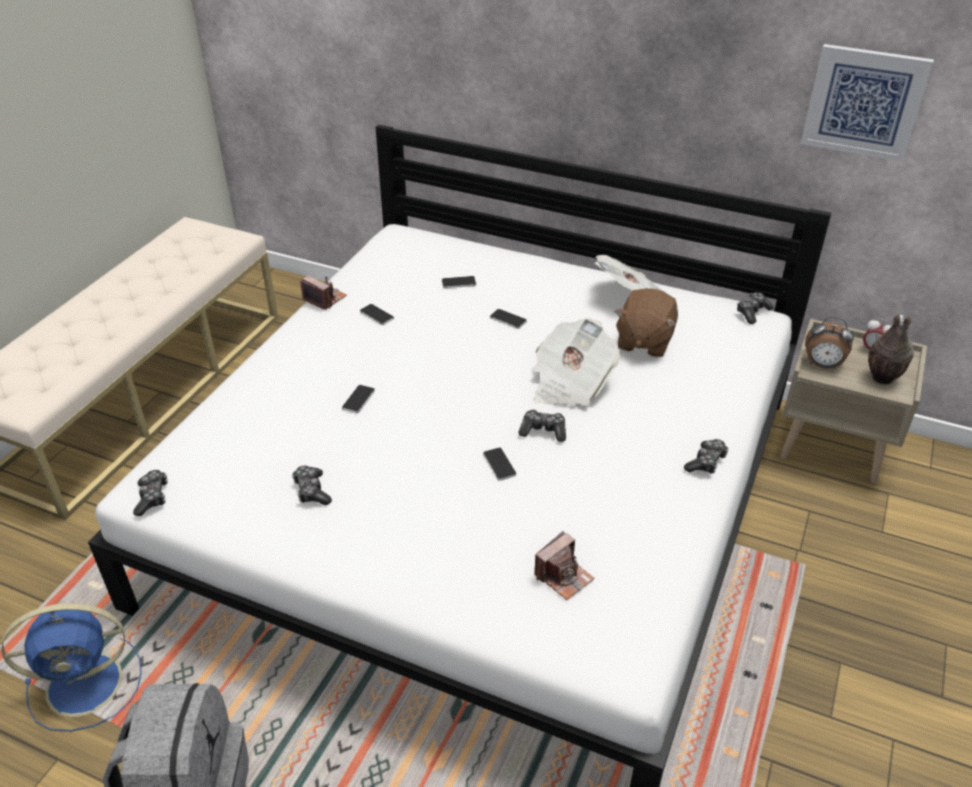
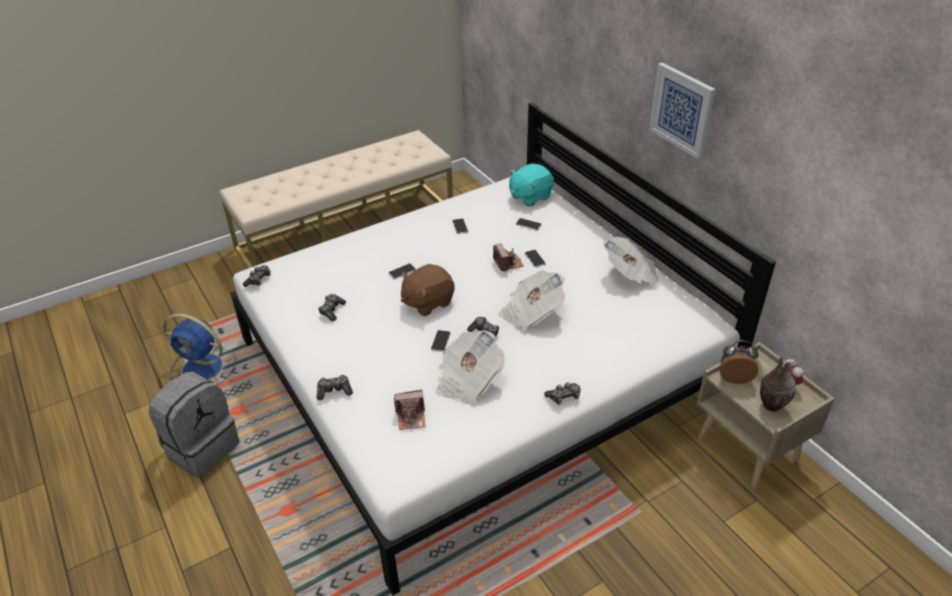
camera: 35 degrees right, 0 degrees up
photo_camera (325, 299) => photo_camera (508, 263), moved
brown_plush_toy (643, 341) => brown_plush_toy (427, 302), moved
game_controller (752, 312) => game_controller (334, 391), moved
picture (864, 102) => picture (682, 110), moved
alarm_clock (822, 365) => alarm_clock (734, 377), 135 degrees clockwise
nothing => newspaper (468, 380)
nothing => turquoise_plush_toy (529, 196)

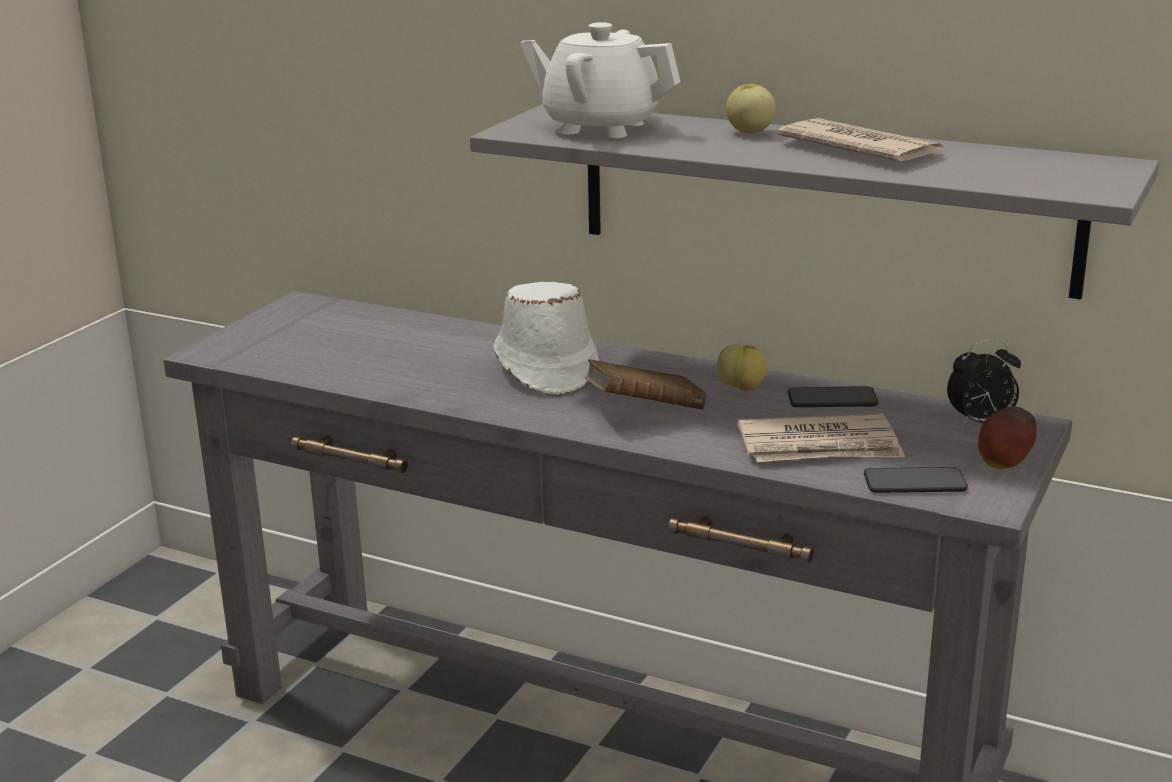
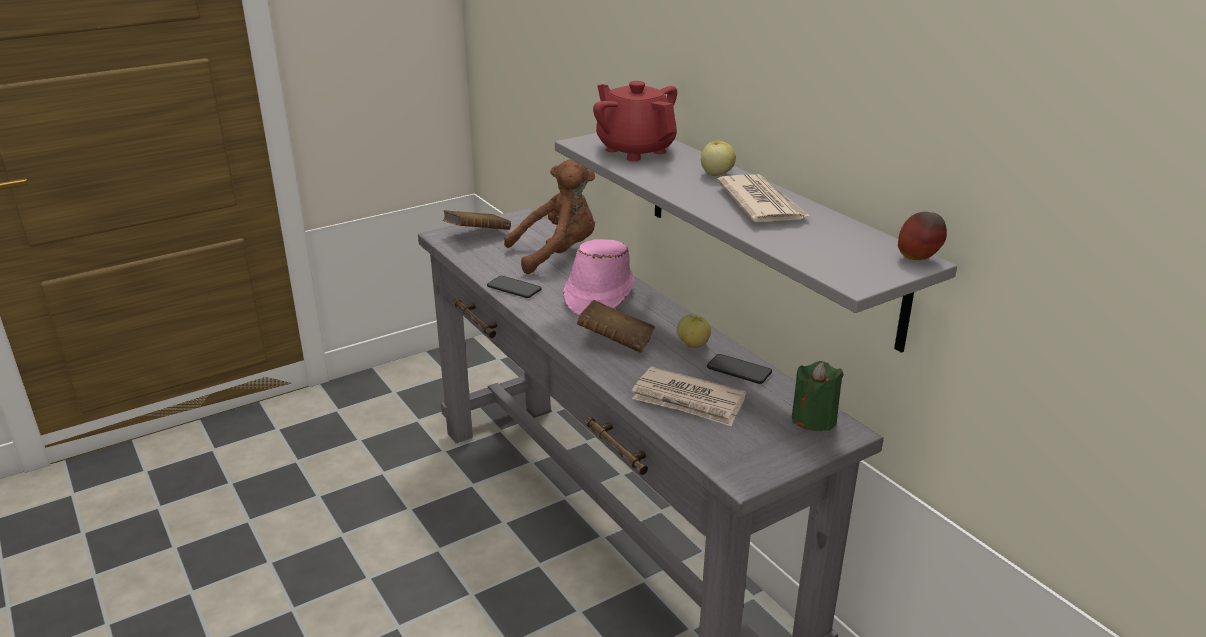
camera: 30 degrees right, 5 degrees up
white_hat (545, 367) => pink_hat (598, 295)
white_teapot (600, 127) => red_teapot (635, 150)
phone (914, 482) => phone (514, 288), moved
alarm_clock (981, 423) => green_candle (814, 419)
apple (1004, 466) => apple (918, 259), moved
nothing => brown_book (477, 235)
nothing => brown_plush_toy (557, 254)

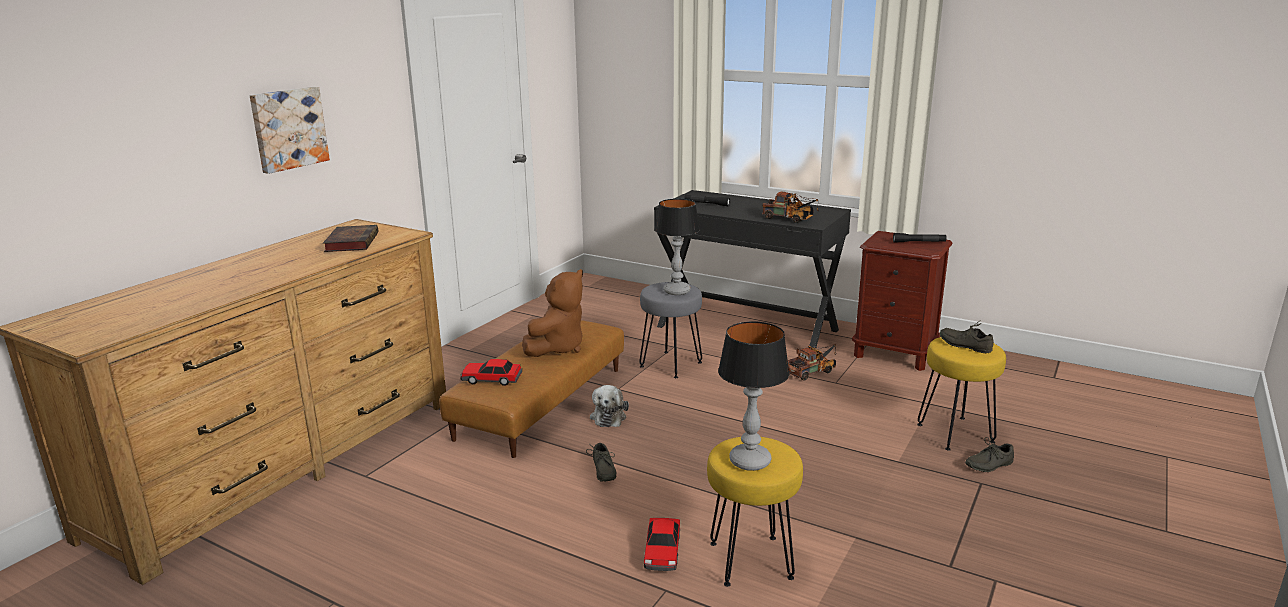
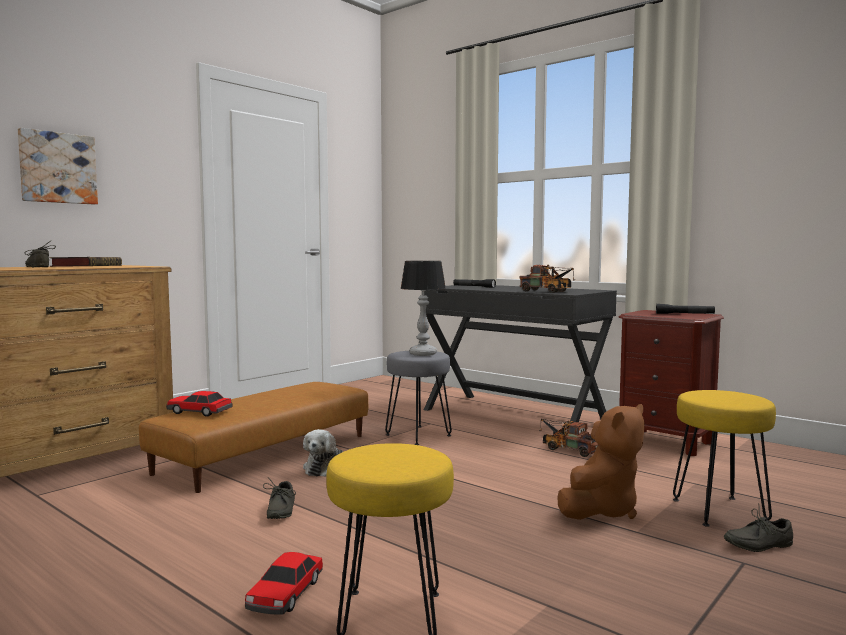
camera: 10 degrees right, 15 degrees down
brown_plush_toy (557, 348) => brown_plush_toy (601, 510), moved
table_lamp (751, 461) => nothing
toy_truck (813, 371) => toy_truck (567, 449), 120 degrees counterclockwise
grey_shoe (965, 345) => grey_shoe (40, 266), moved

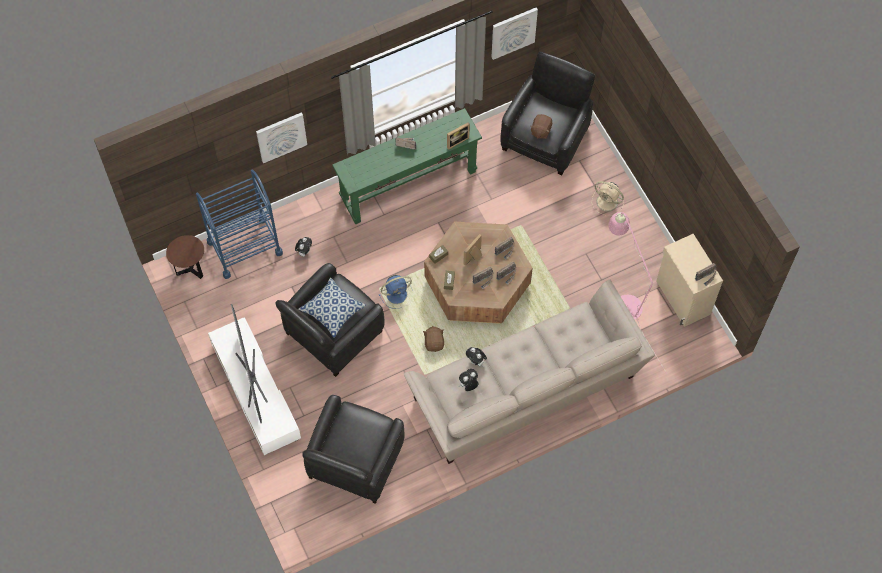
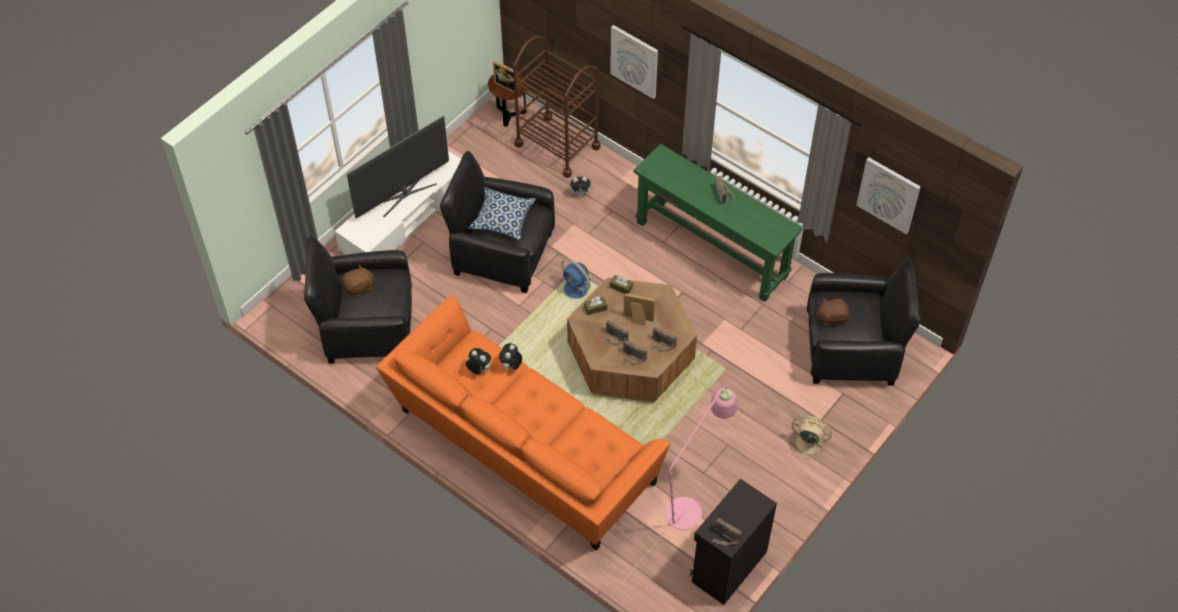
camera: 65 degrees right, 10 degrees down
blue_cart (244, 247) => brown_cart (557, 146)
beige_sofa (525, 392) => orange_sofa (522, 450)
brown_plush_toy (434, 342) => brown_plush_toy (359, 287), moved
picture_frame (456, 140) => picture_frame (508, 86), moved
beige_fan (608, 202) => beige_fan (807, 442), 105 degrees clockwise
beige_cabinet (682, 298) => black_cabinet (727, 566)

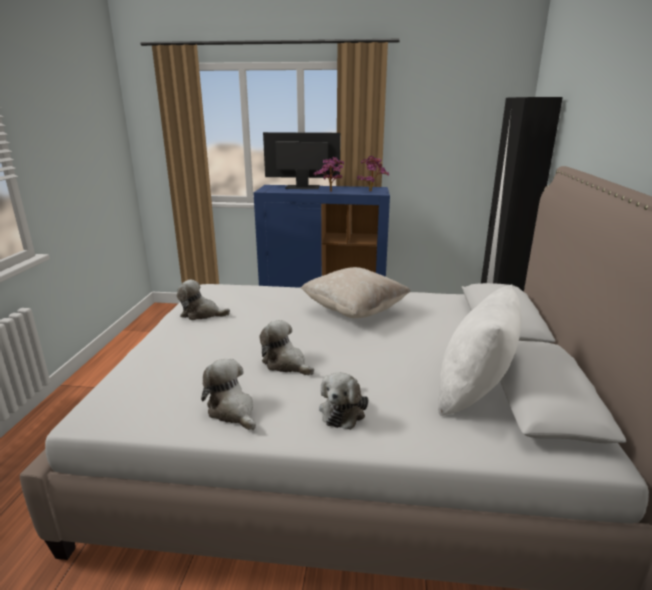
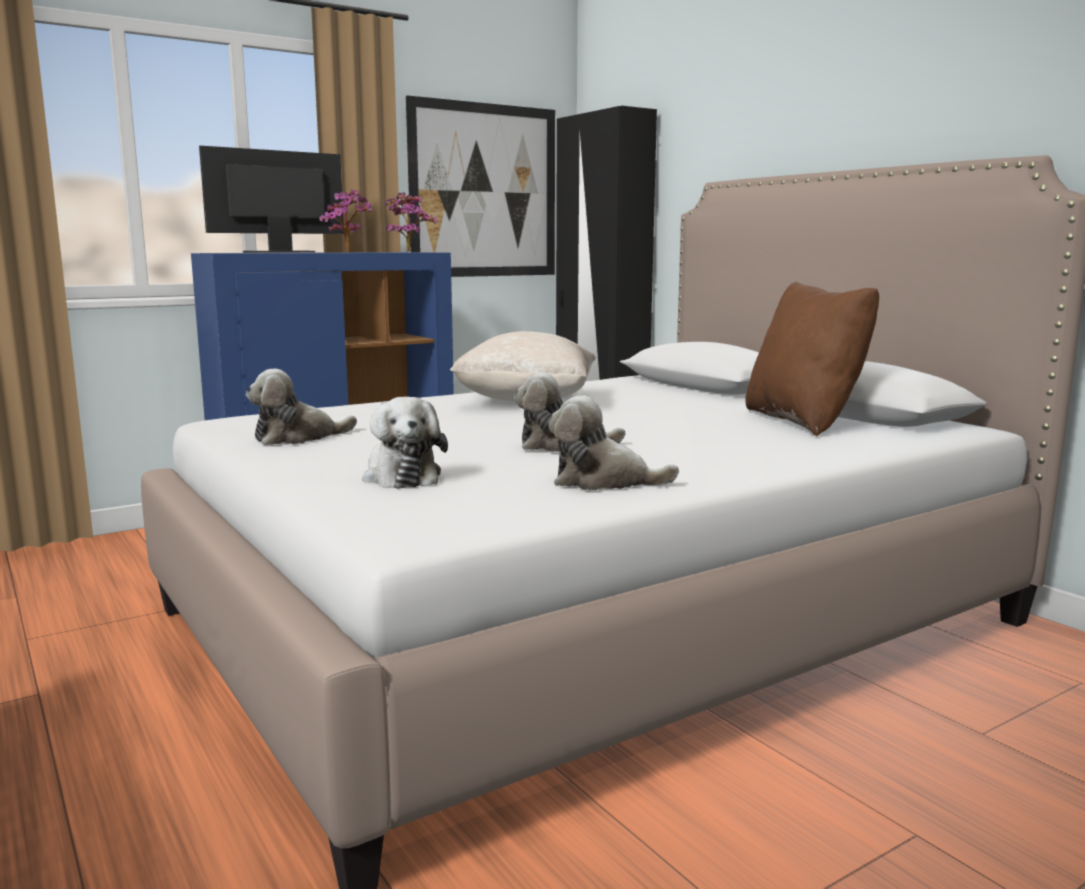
camera: 40 degrees left, 10 degrees down
plush_toy (343, 410) => plush_toy (401, 476), moved
white_pillow (473, 393) => brown_pillow (804, 421)
nothing => picture (484, 191)

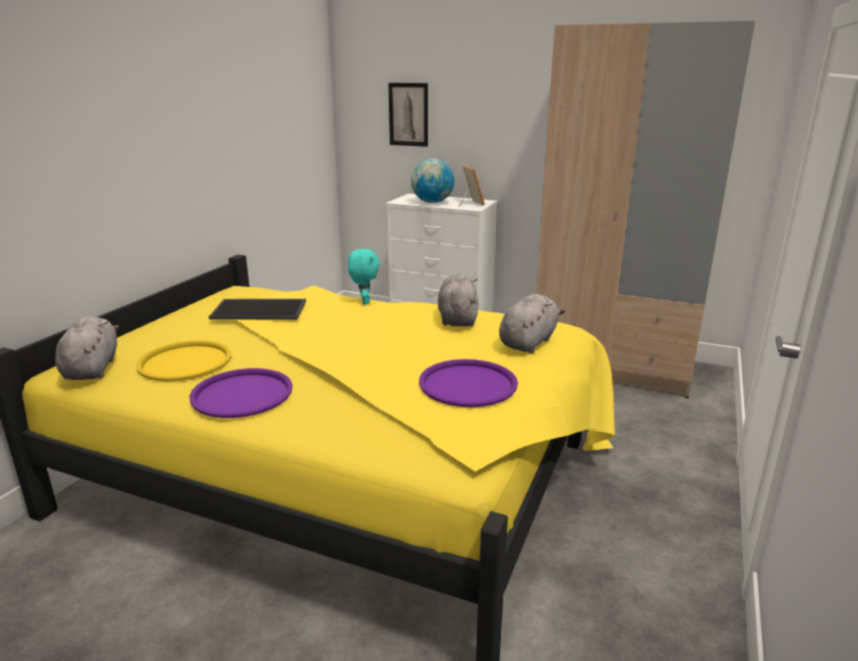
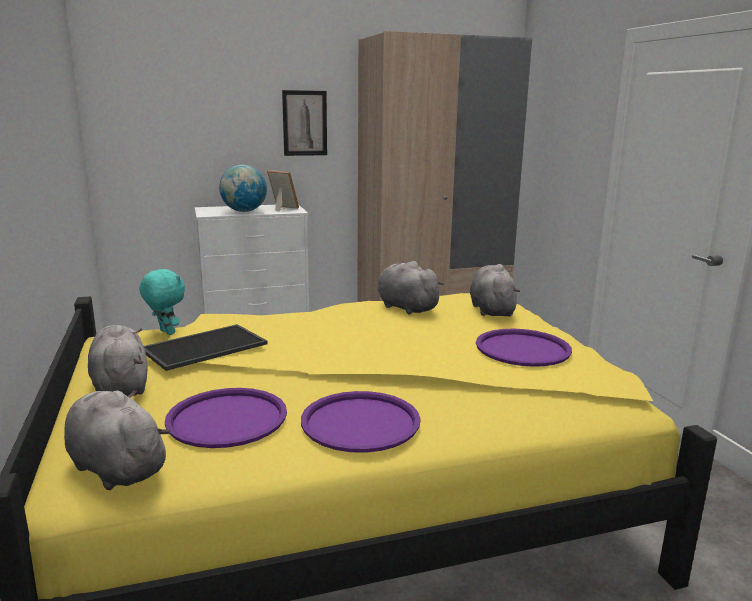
camera: 40 degrees left, 5 degrees down
yellow_tray (185, 362) => purple_tray (227, 418)
turquoise_plush_toy (364, 302) => turquoise_plush_toy (166, 332), moved
picture (408, 114) => picture (305, 123), moved
nothing => grey_plush_toy (120, 386)

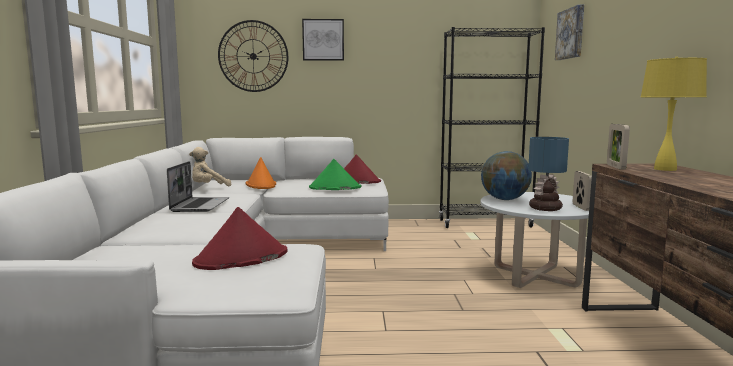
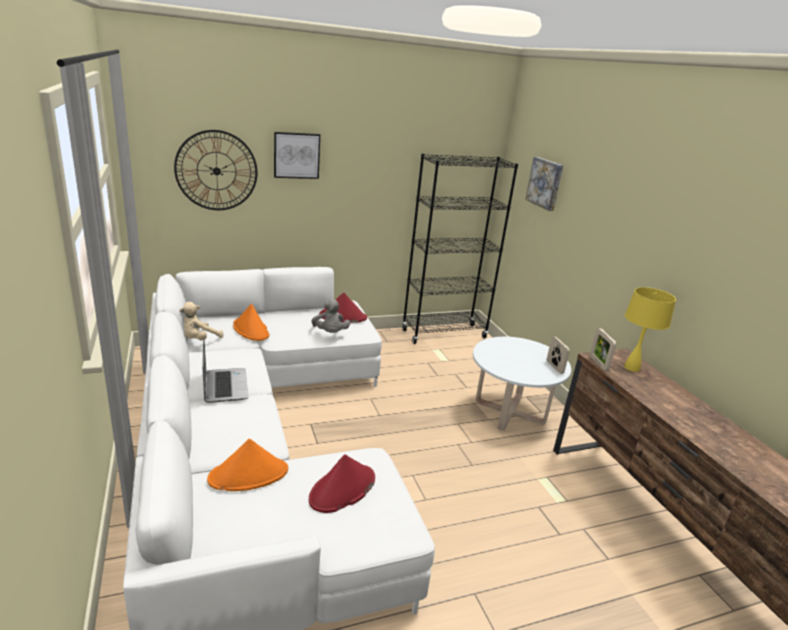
camera: 20 degrees left, 15 degrees up
green_hat (334, 188) => grey_plush_toy (330, 333)
globe (505, 199) => nothing
table_lamp (545, 208) => nothing
nothing => orange_hat (249, 475)

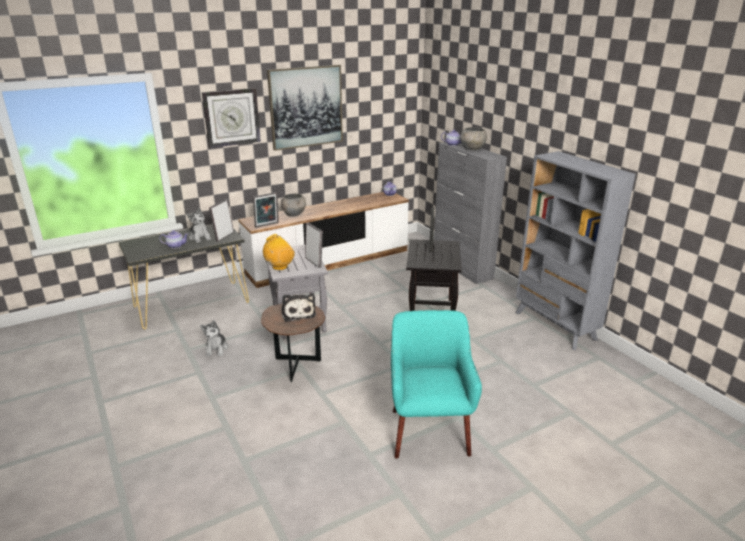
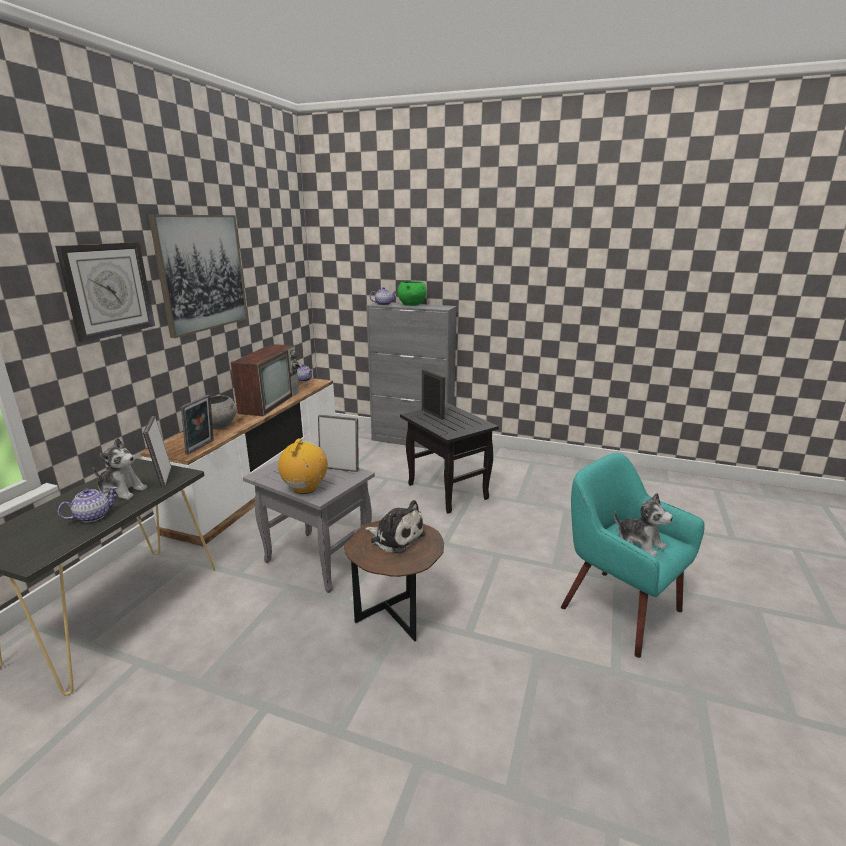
camera: 40 degrees left, 5 degrees down
plush_toy (216, 349) => plush_toy (639, 543), moved
grey_bowl (472, 149) => green_bowl (412, 305)
grey_bookcase (555, 326) => nothing
nothing => television (270, 401)

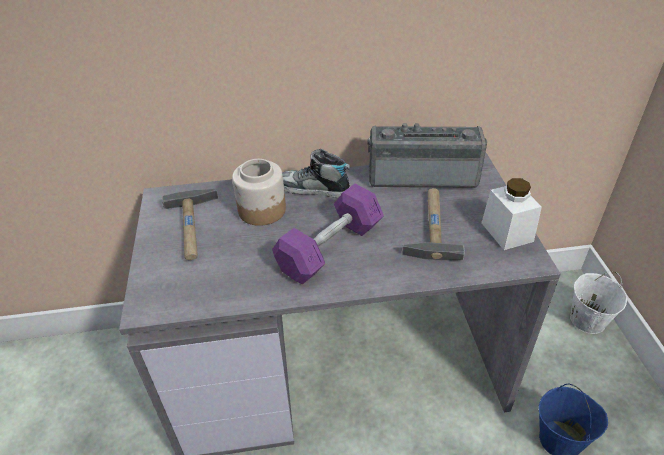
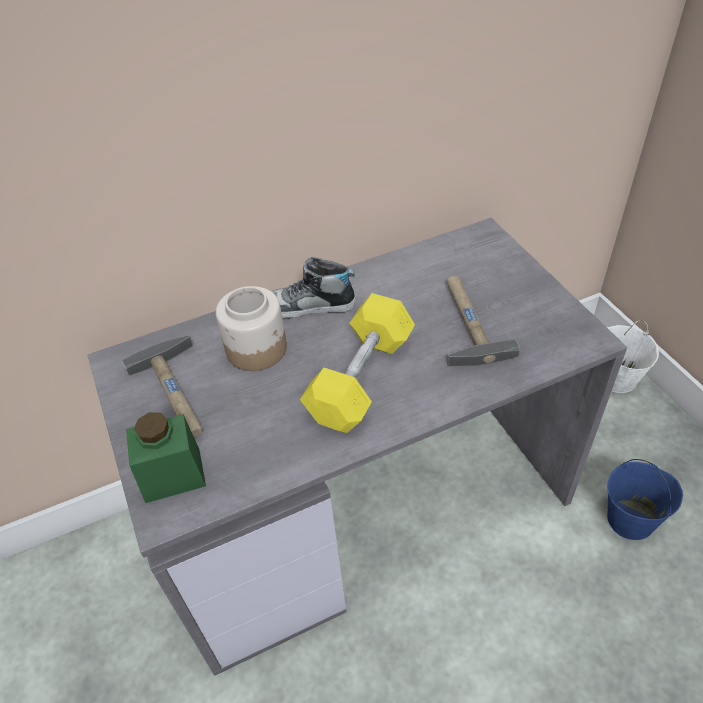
camera: 15 degrees left, 5 degrees up
purple_dumbbell (330, 248) => yellow_dumbbell (361, 378)
radio (422, 175) => nothing
white_jar (507, 232) => nothing
nothing => green_jar (173, 475)

